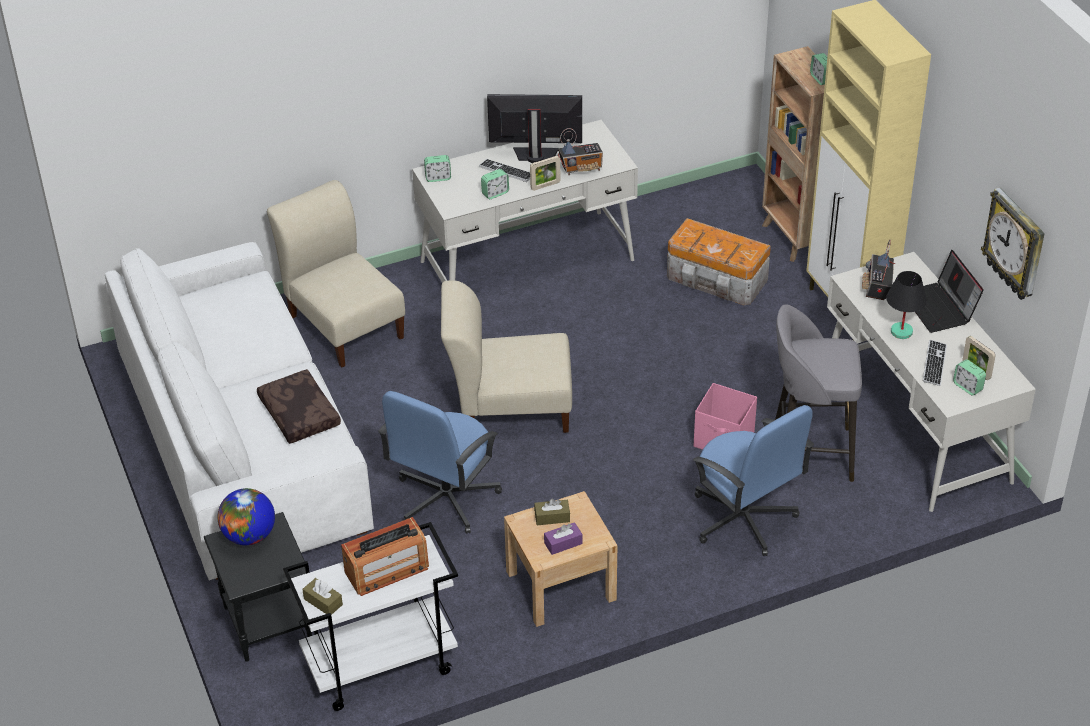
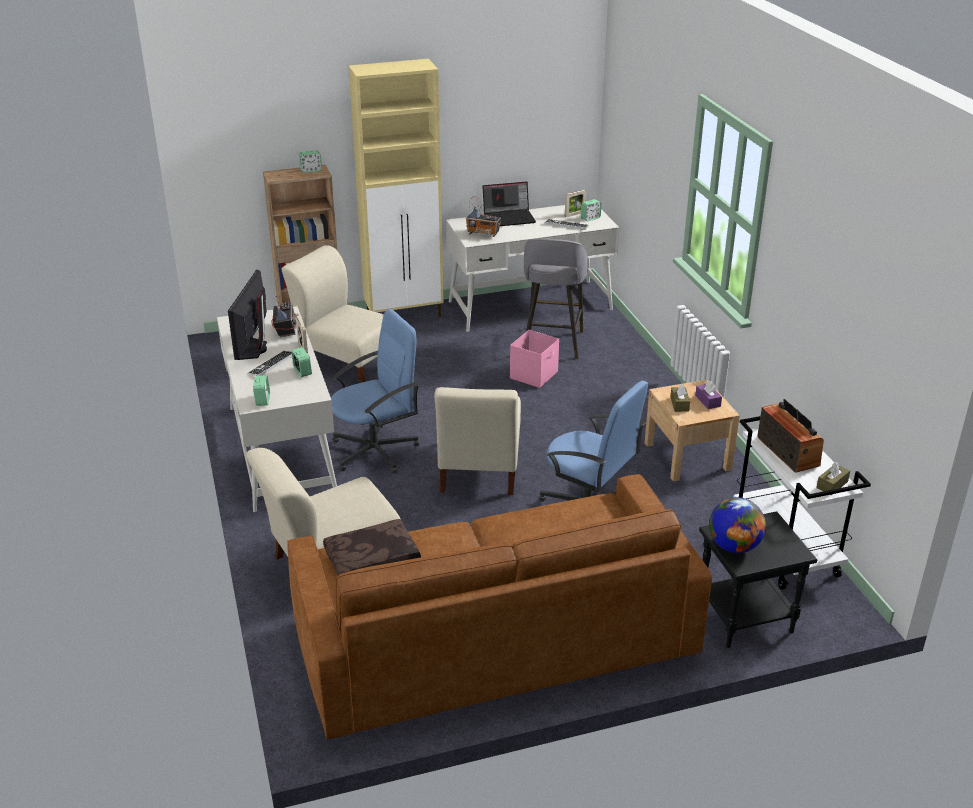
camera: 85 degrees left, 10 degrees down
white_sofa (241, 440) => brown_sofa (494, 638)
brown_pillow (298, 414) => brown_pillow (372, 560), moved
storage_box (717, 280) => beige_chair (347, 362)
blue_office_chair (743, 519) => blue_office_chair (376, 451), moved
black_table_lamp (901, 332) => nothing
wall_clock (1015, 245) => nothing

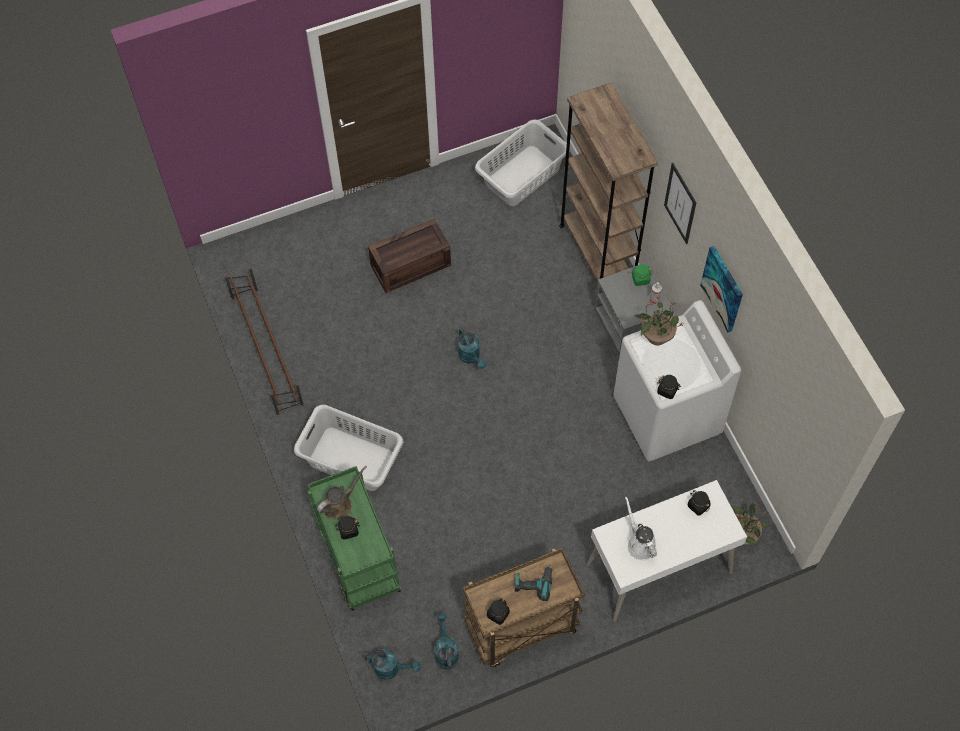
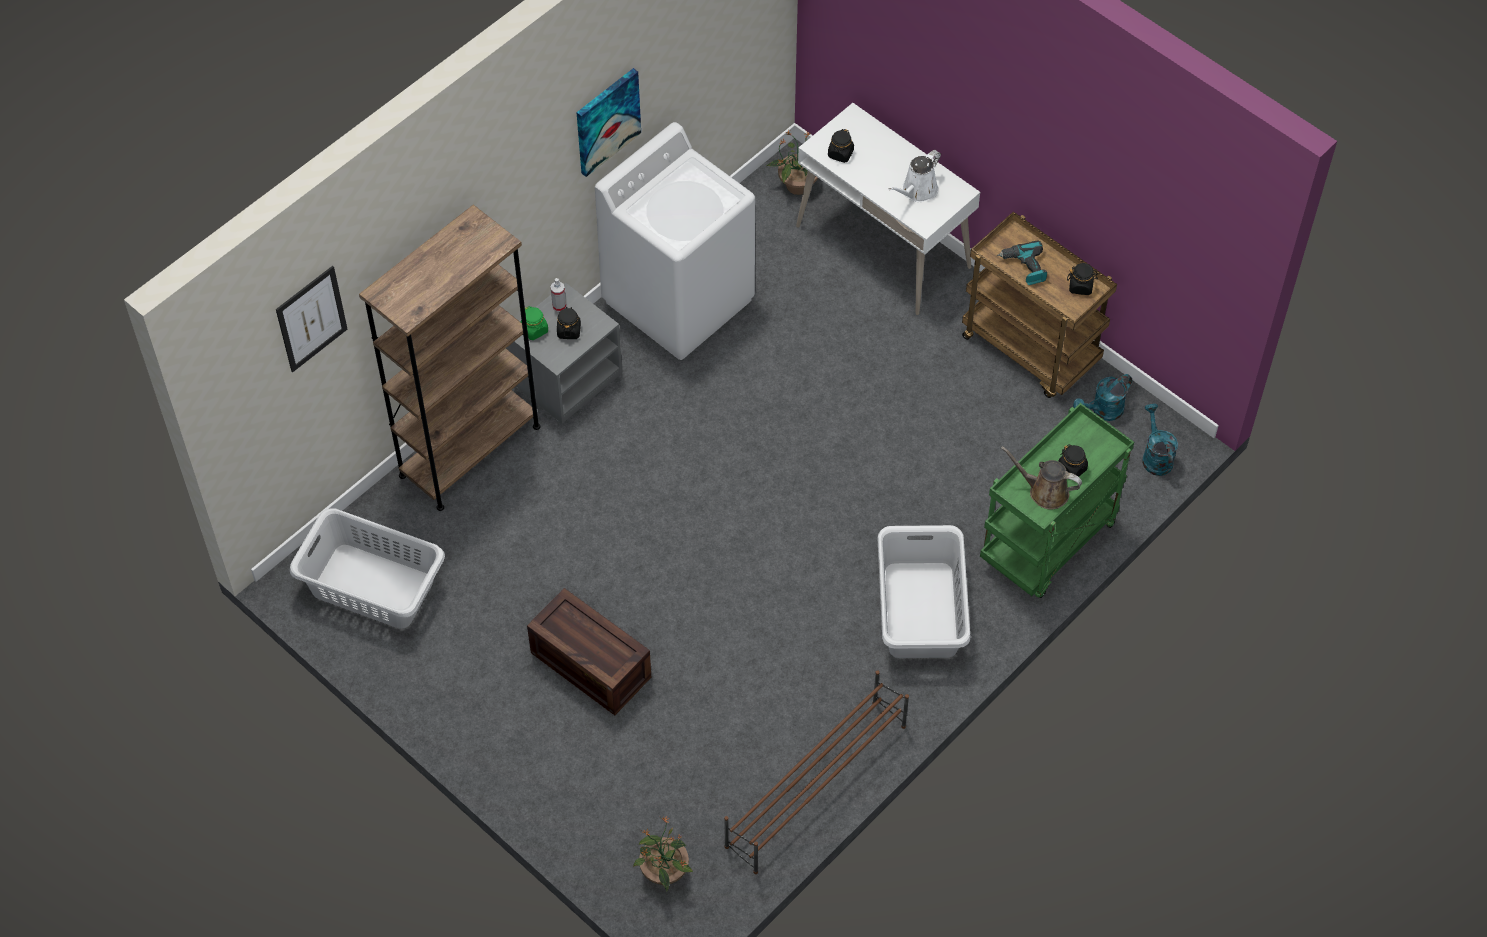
camera: 115 degrees left, 5 degrees down
turquoise_watering_can (471, 357) => nothing
potted_plant (656, 336) => potted_plant (664, 873), moved
black_jar (667, 390) => black_jar (569, 331), moved
picture (680, 203) => picture (311, 318), moved

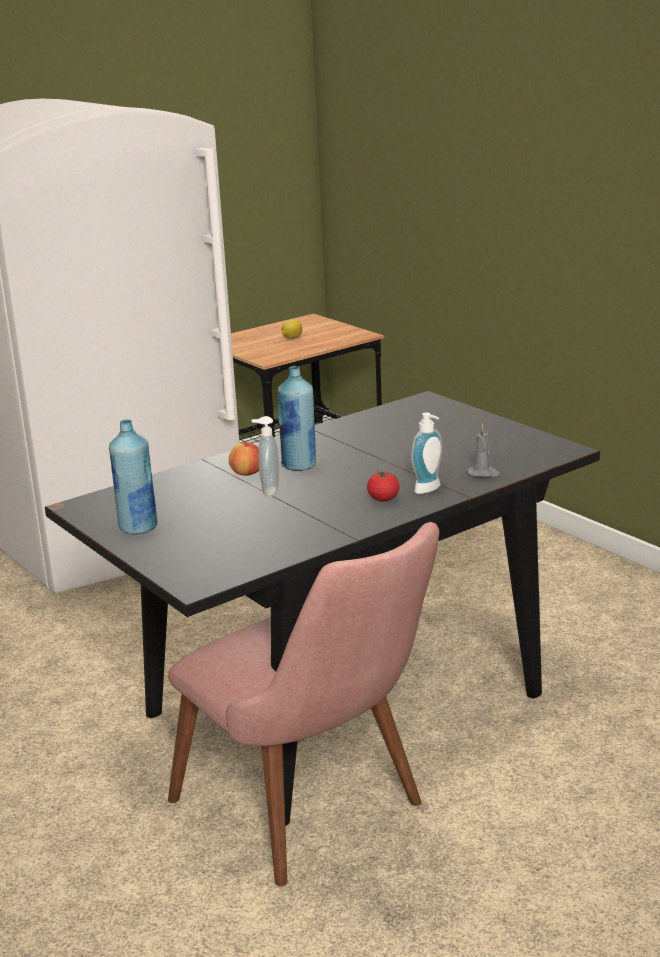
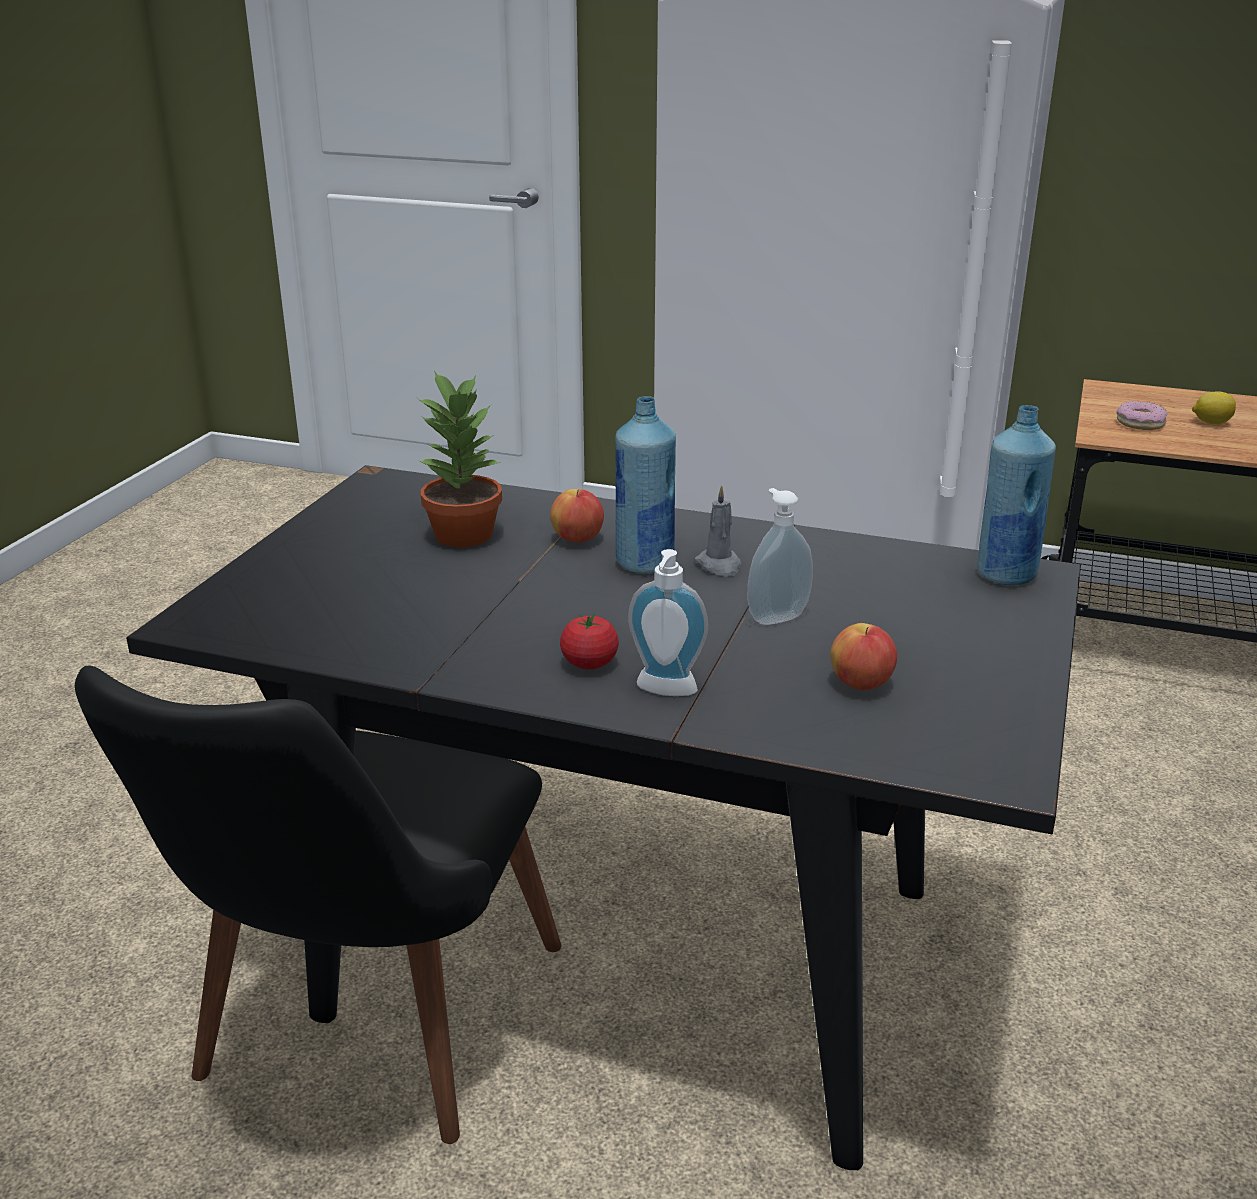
camera: 55 degrees right, 5 degrees up
blue_bottle (138, 528) => blue_bottle (1005, 574), moved
pink_chair (317, 814) => black_chair (362, 1042)
soap_dispenser (268, 491) => soap_dispenser (776, 616), moved
grey_candle (483, 473) => grey_candle (719, 566), moved
nothing => potted_plant (464, 534)
nothing => apple (861, 684)
nothing => donut (1140, 423)

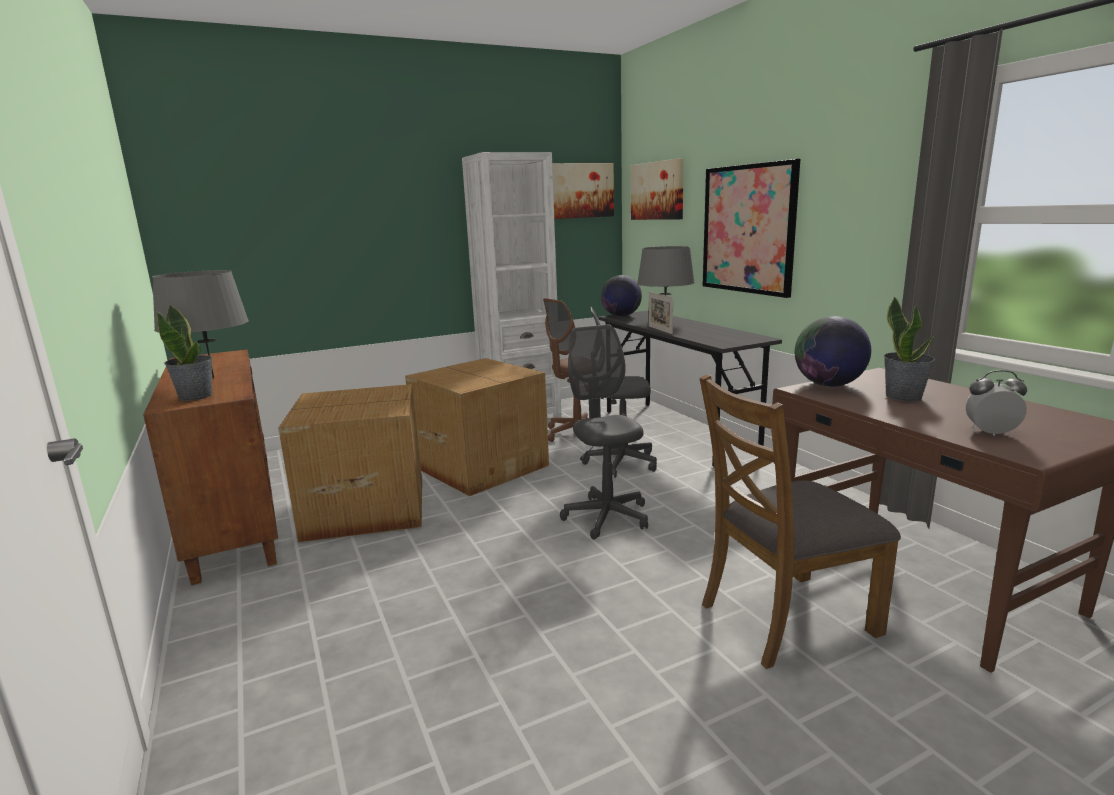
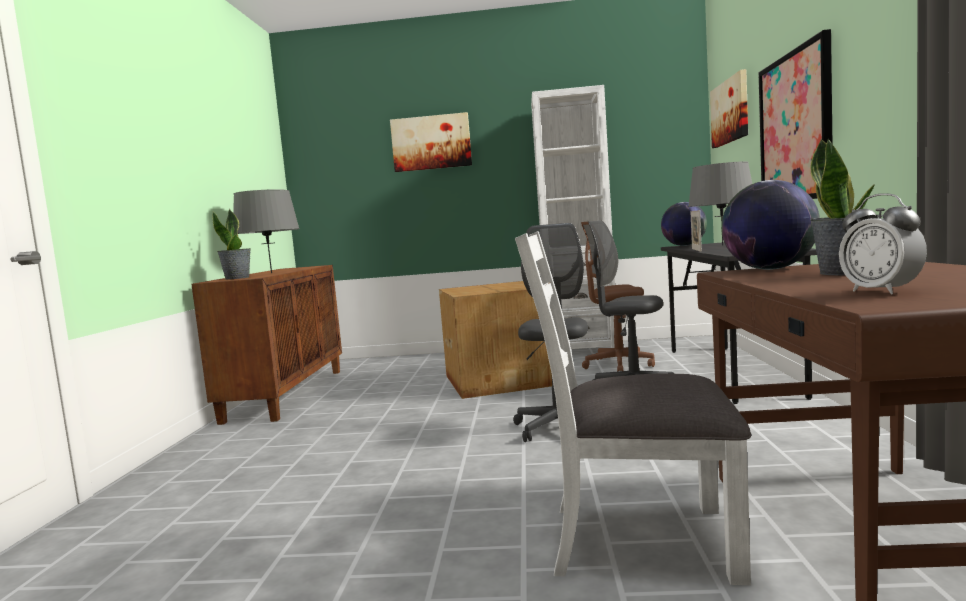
camera: 30 degrees right, 10 degrees down
cardboard_box (364, 507) => nothing
picture (577, 190) => picture (431, 142), moved
brown_chair (786, 617) => white_chair (639, 539)
alarm_clock (991, 433) => alarm_clock (881, 291), 150 degrees counterclockwise

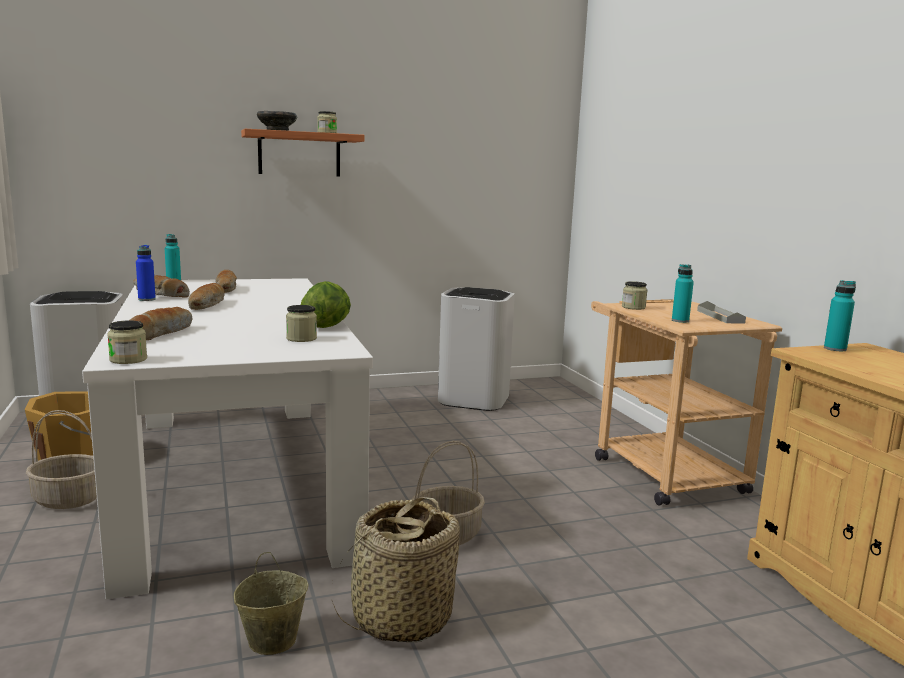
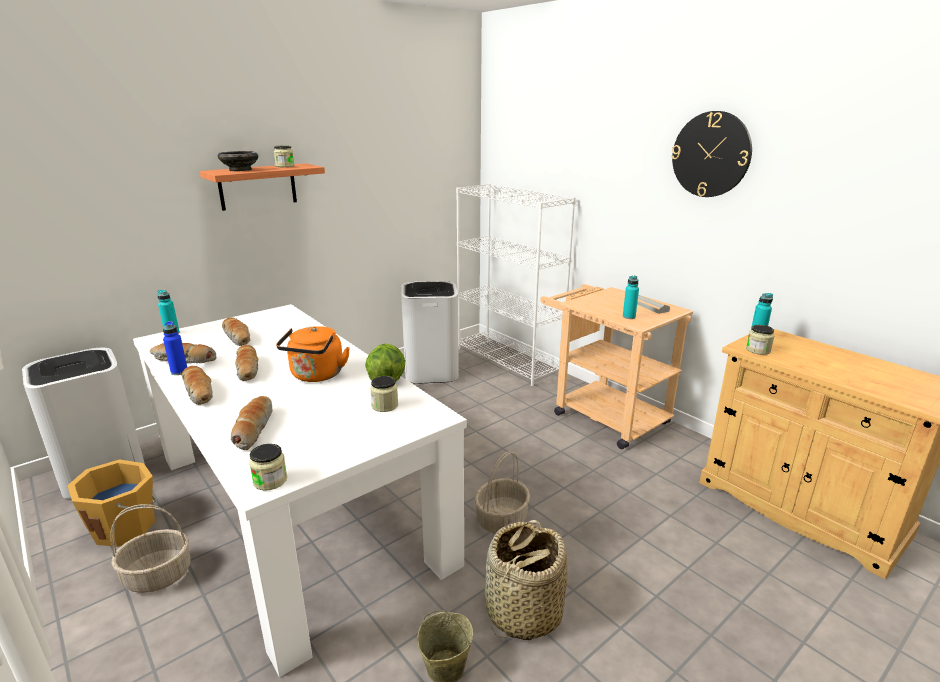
camera: 20 degrees left, 10 degrees up
jar (633, 307) => jar (758, 350), moved
nothing => bread (199, 392)
nothing => orange_kettle (316, 376)
nothing => white_bookcase (508, 360)
nothing => wall_clock (711, 154)

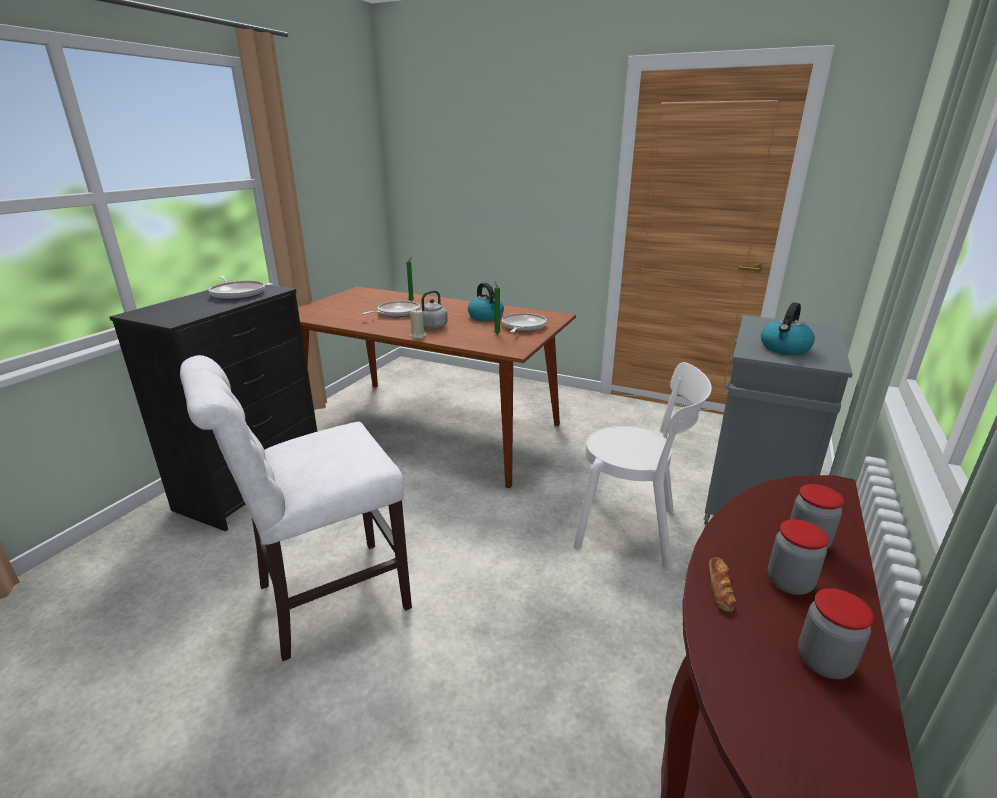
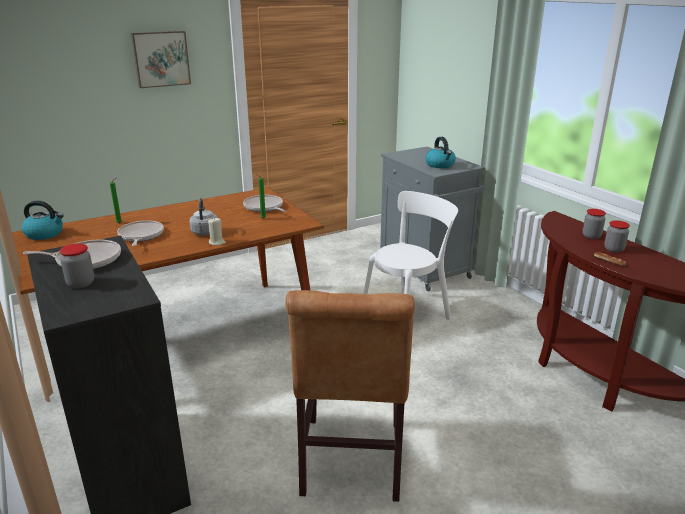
camera: 55 degrees left, 0 degrees up
white_chair (324, 599) => brown_chair (351, 463)
kettle (486, 317) => kettle (45, 234), moved
jar (824, 661) => jar (81, 283), moved
nothing => picture (161, 59)

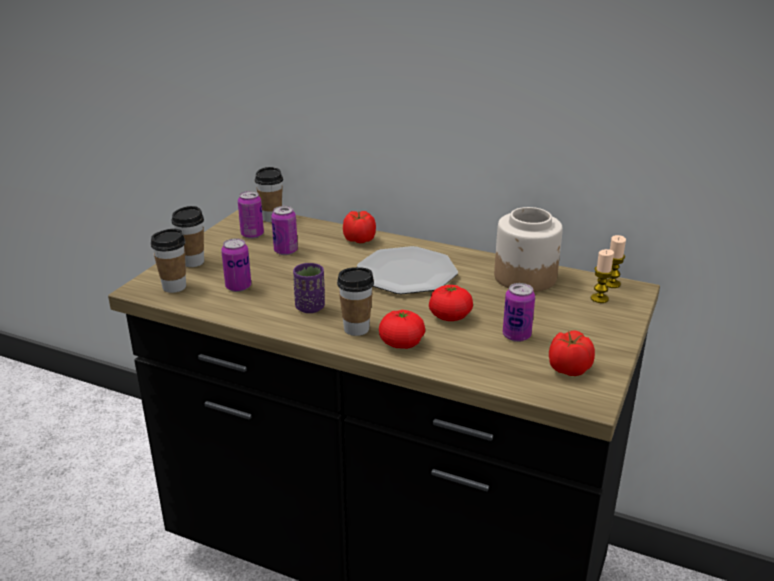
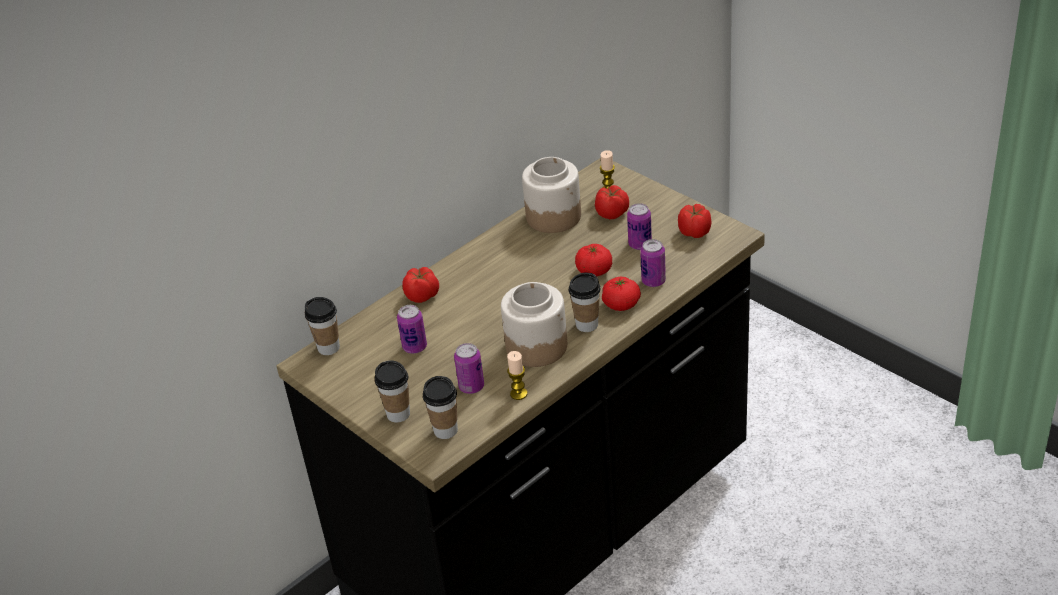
camera: 65 degrees left, 10 degrees up
can (252, 234) => can (653, 281), moved
purple_cup (310, 307) => jar (536, 346)
plate (407, 273) => nothing
candle (611, 284) => candle (518, 394), moved
nothing => tomato (612, 213)

